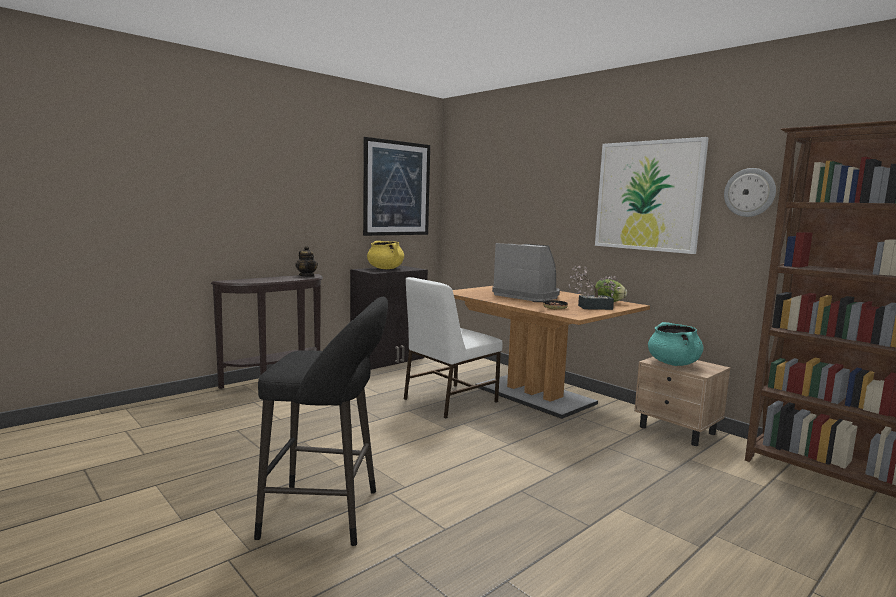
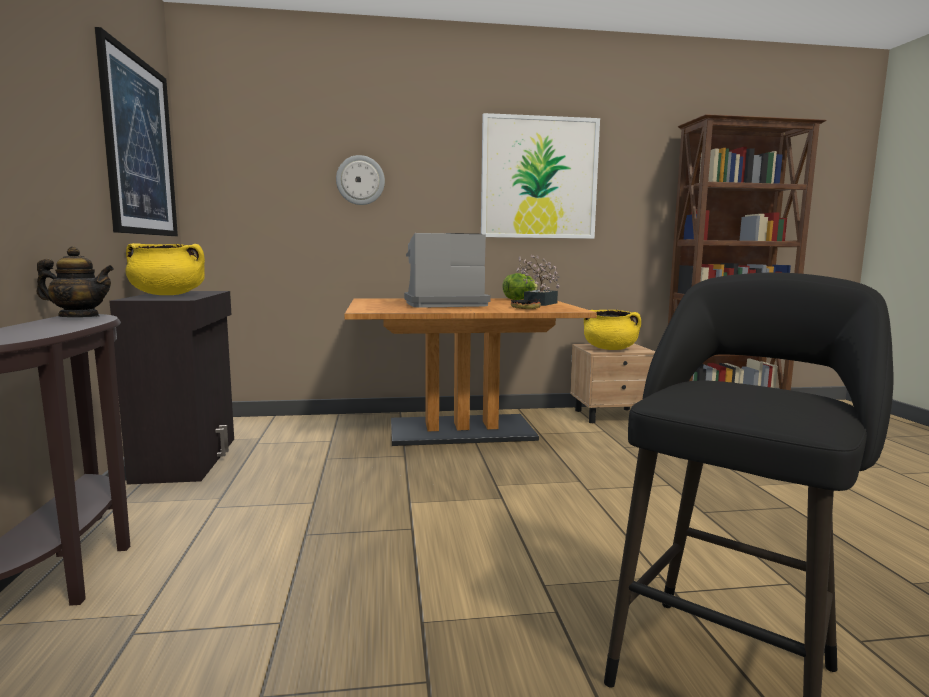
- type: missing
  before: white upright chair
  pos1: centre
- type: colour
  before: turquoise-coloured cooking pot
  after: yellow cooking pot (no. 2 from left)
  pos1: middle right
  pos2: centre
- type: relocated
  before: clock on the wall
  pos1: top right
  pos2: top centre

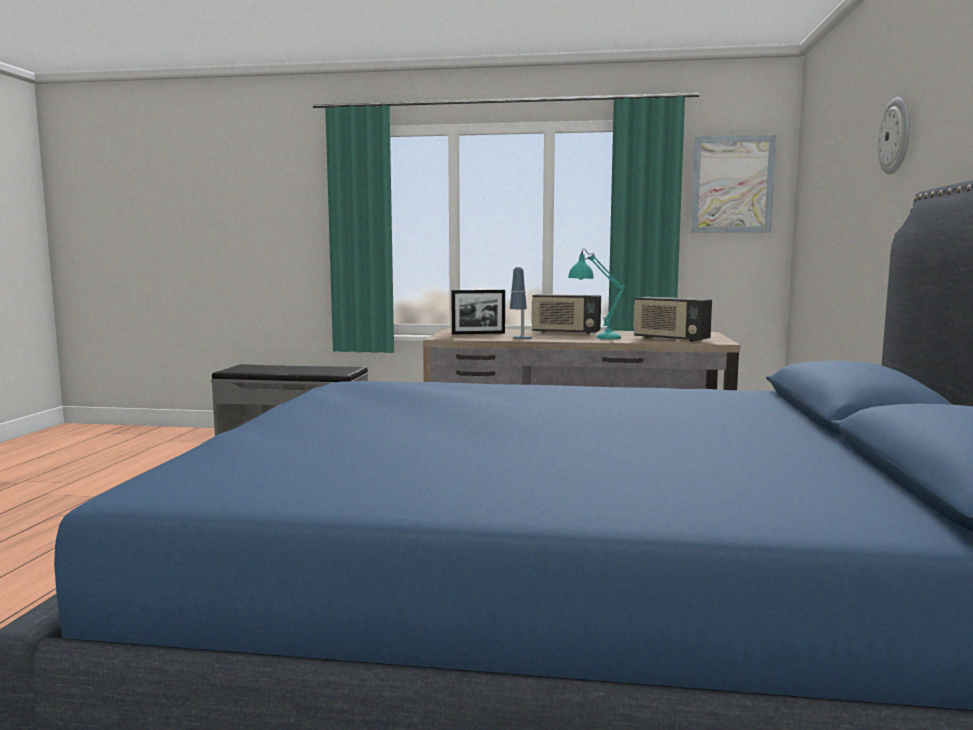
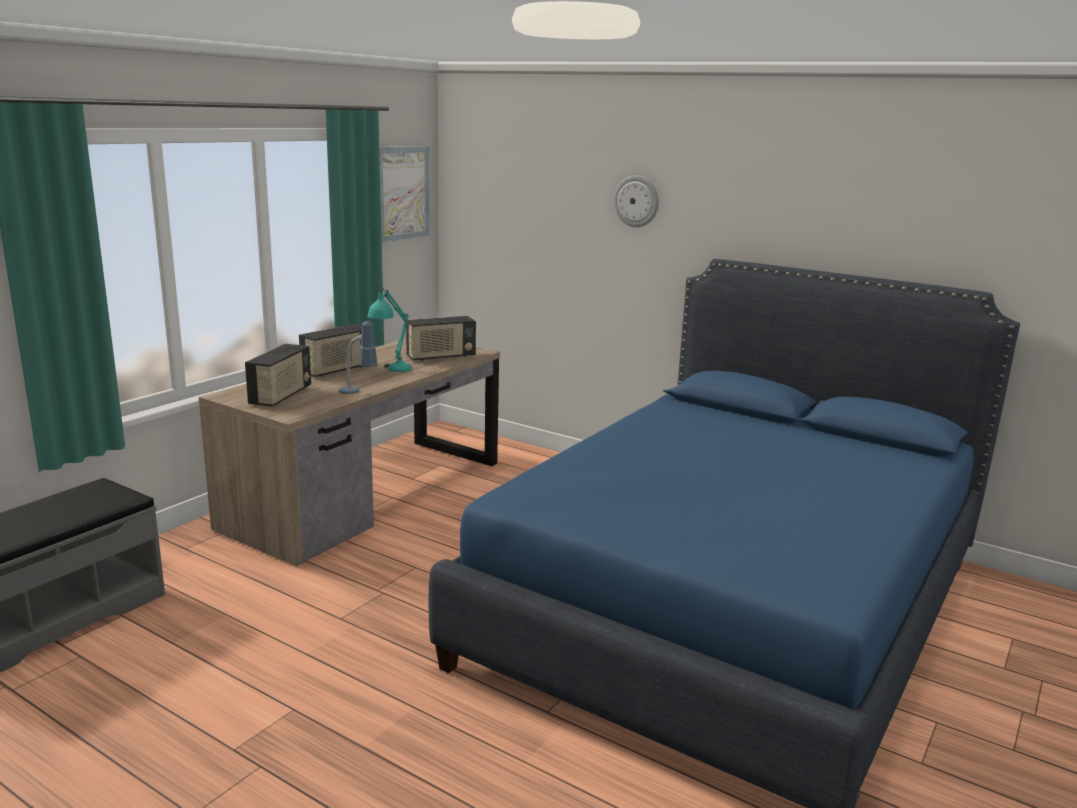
- type: exchanged
  before: standing frame
  after: radio receiver (no. 1 from left)
  pos1: centre
  pos2: middle left

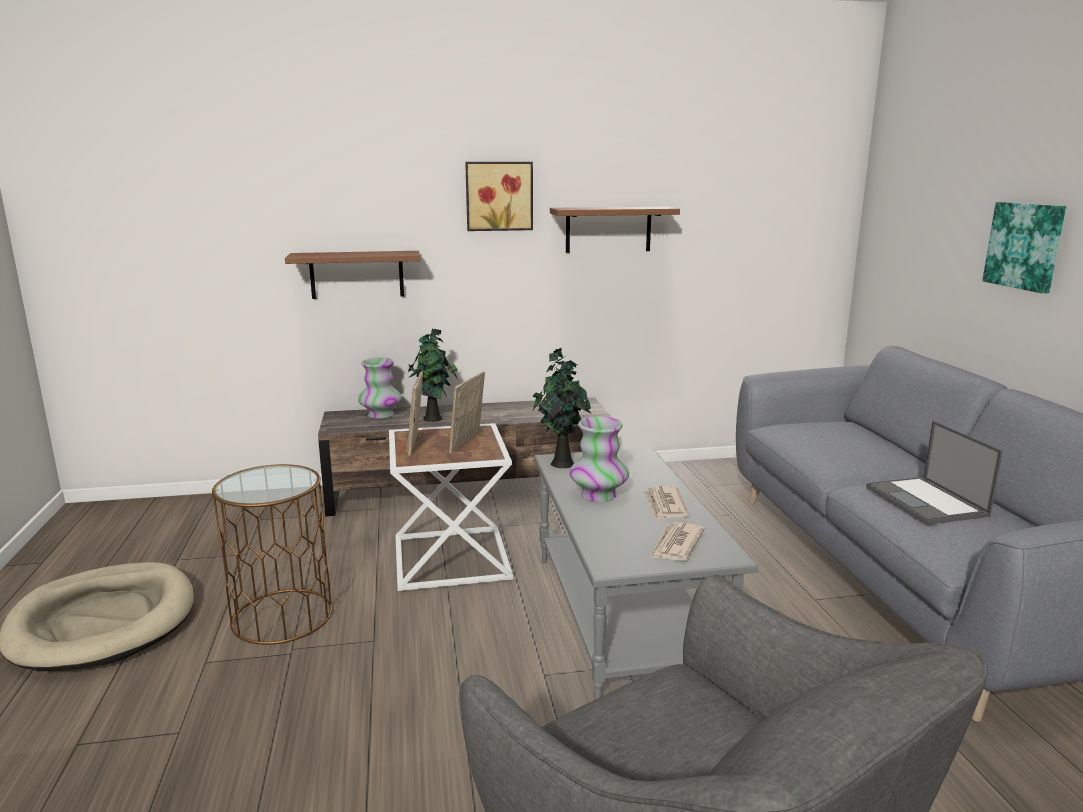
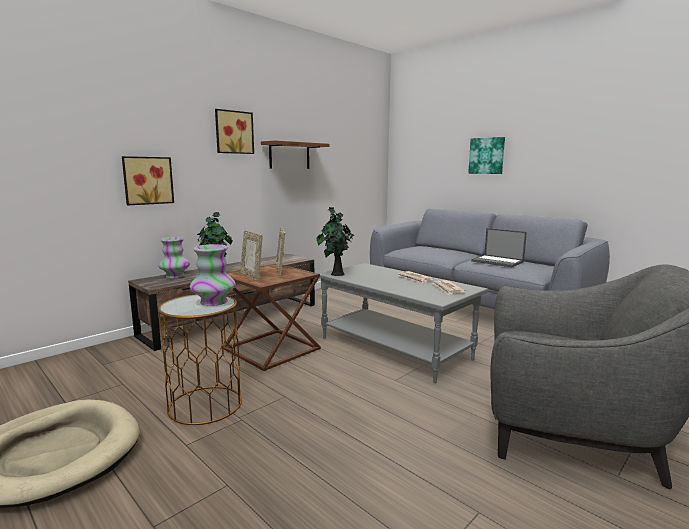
- type: exchanged
  before: brownish shelf (no. 1 from left)
  after: picture (no. 1 from left)
  pos1: middle left
  pos2: middle left
- type: colour
  before: white accent table
  after: brownish accent table (no. 2 from left)
  pos1: centre
  pos2: centre
- type: relocated
  before: flower vase (no. 2 from left)
  pos1: centre
  pos2: middle left

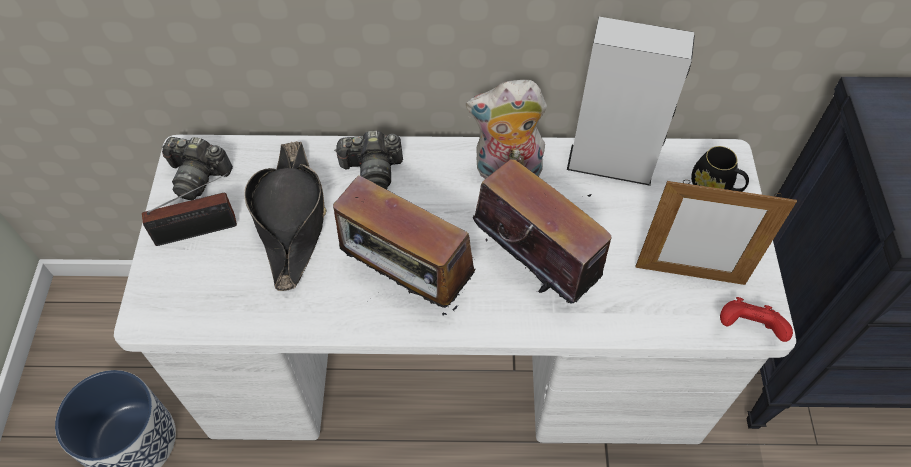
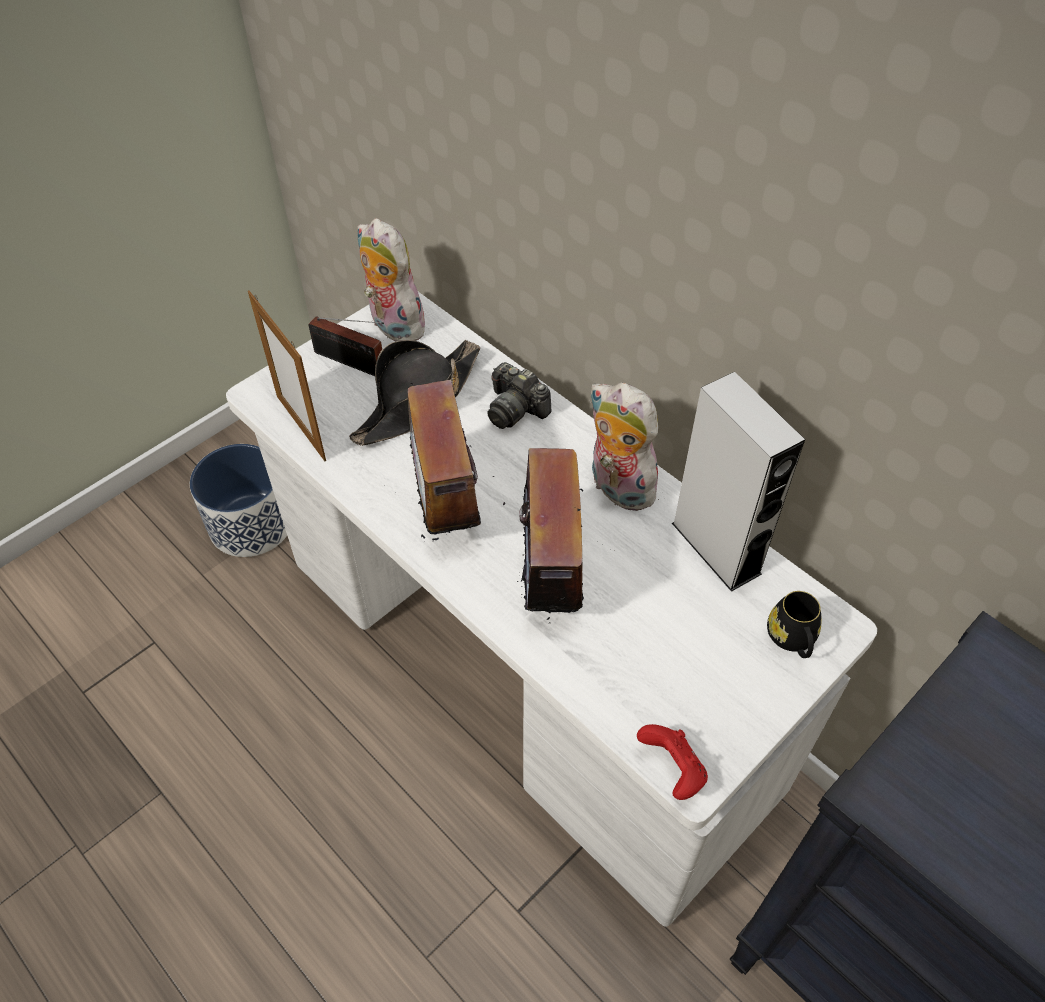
- type: exchanged
  before: still camera (no. 1 from left)
  after: plush toy (no. 1 from left)
  pos1: middle left
  pos2: top centre
- type: relocated
  before: standing frame
  pos1: middle right
  pos2: middle left

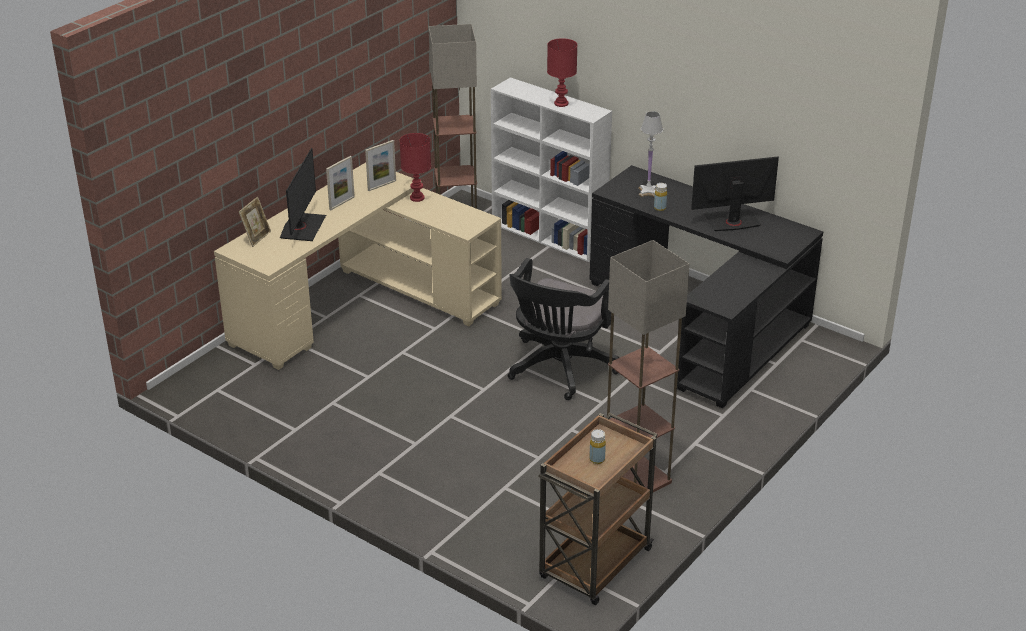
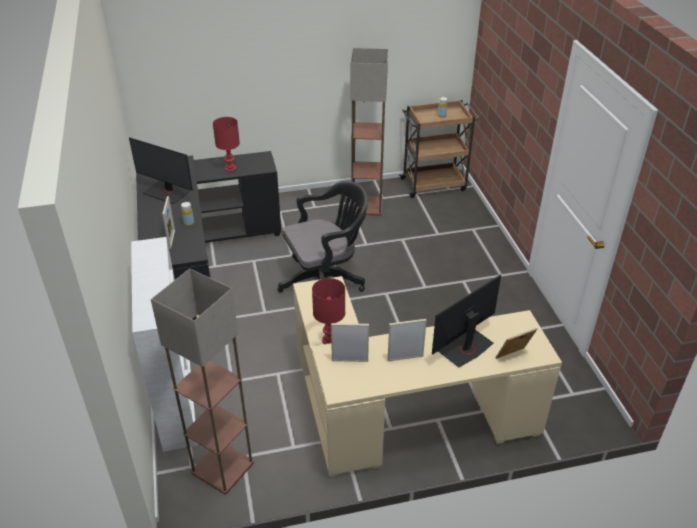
- type: relocated
  before: red tabletop lamp (no. 2 from left in the first image)
  after: red tabletop lamp (no. 1 from left)
  pos1: top centre
  pos2: top left
- type: exchanged
  before: white tabletop lamp
  after: standing frame (no. 1 from left)
  pos1: top centre
  pos2: middle left

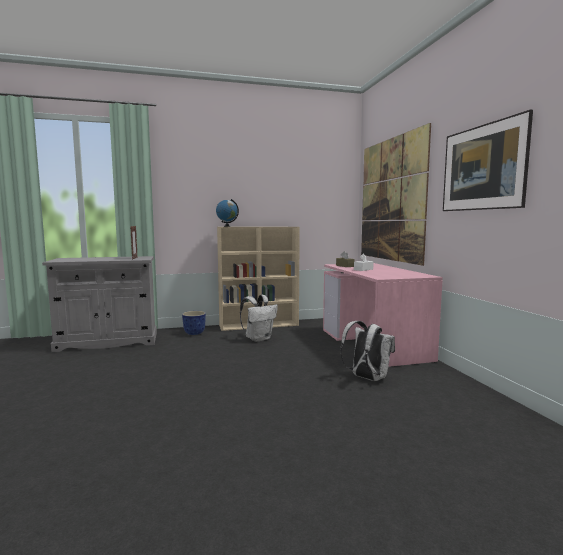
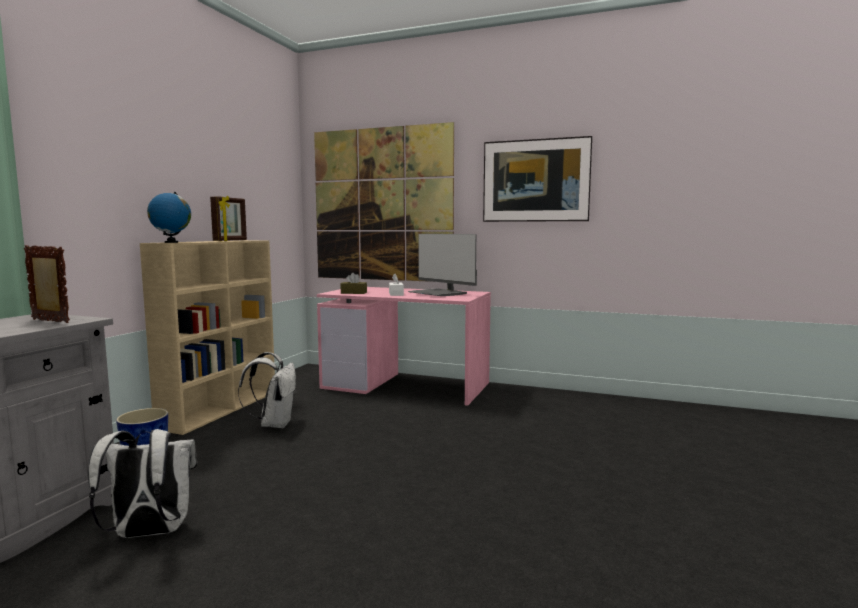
- type: relocated
  before: white backpack (no. 2 from left in the first image)
  after: white backpack (no. 1 from left)
  pos1: centre
  pos2: bottom left
- type: appeared
  after: standing frame (no. 2 from left)
  pos2: middle left
- type: appeared
  after: monitor
  pos2: centre

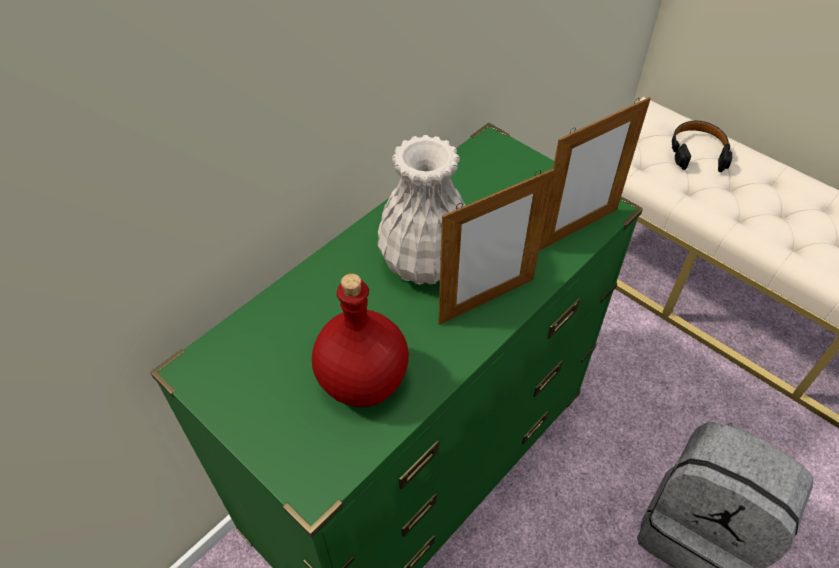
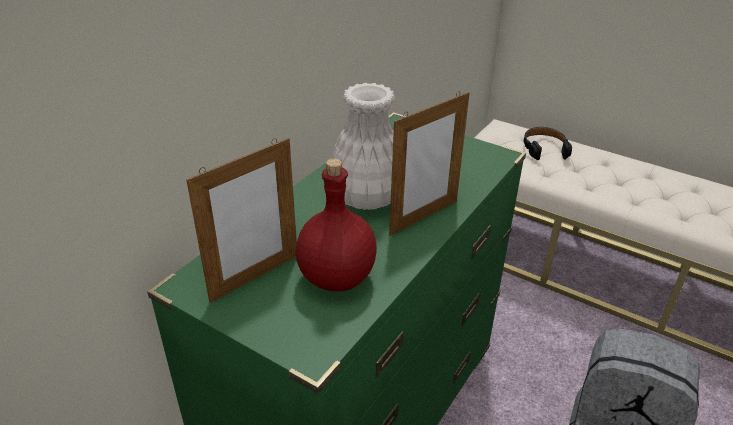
- type: relocated
  before: standing frame (no. 2 from left in the first image)
  after: standing frame (no. 1 from left)
  pos1: top right
  pos2: middle left

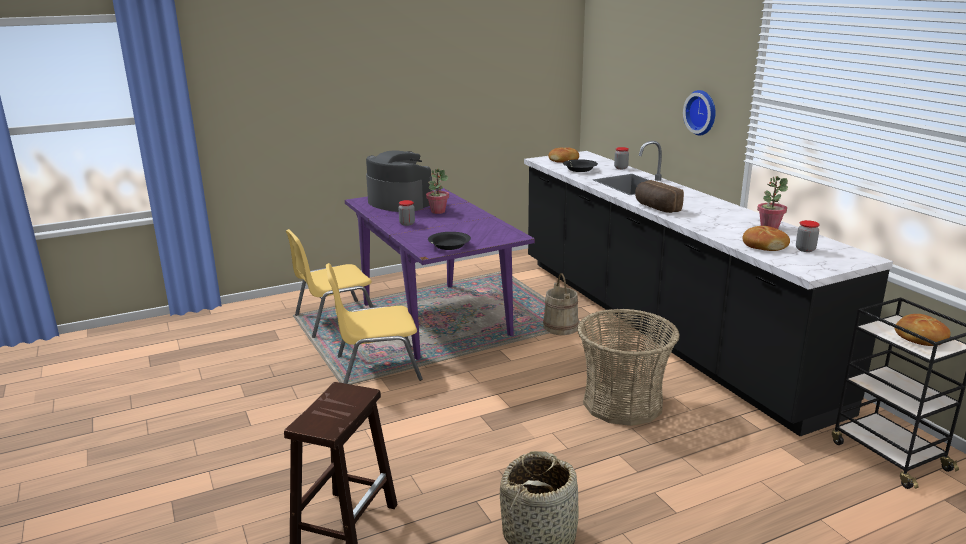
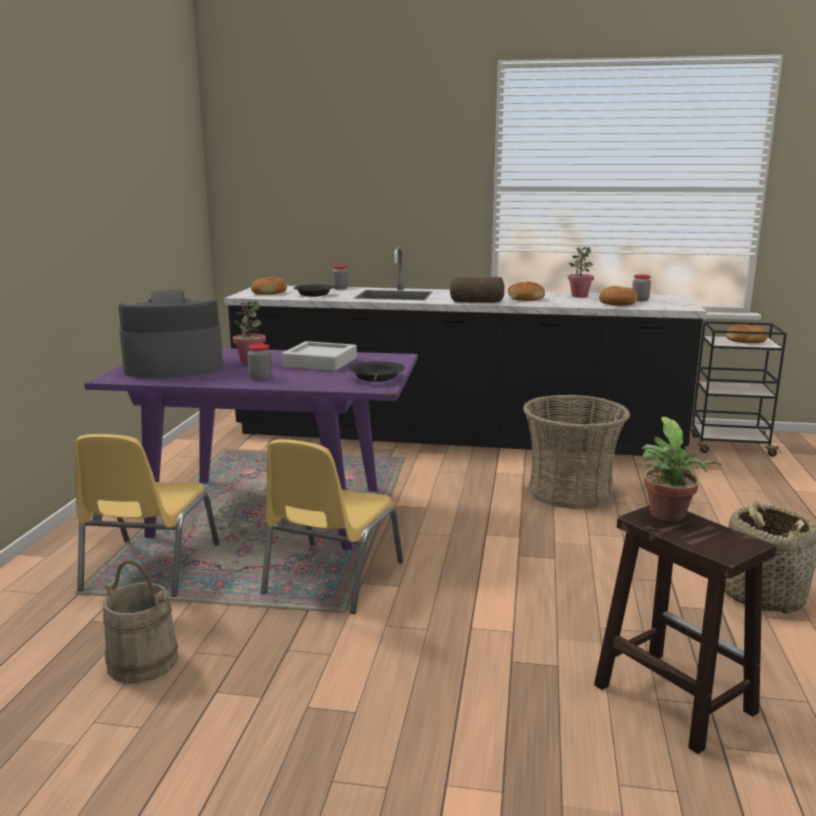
- type: relocated
  before: sand-coloured pail
  pos1: centre
  pos2: bottom left
- type: missing
  before: clock on the wall
  pos1: top right
- type: appeared
  after: grey carrying tray
  pos2: centre
- type: appeared
  after: baked bread (no. 3 from left)
  pos2: centre
- type: appeared
  after: plant in a pot (no. 3 from left)
  pos2: middle right

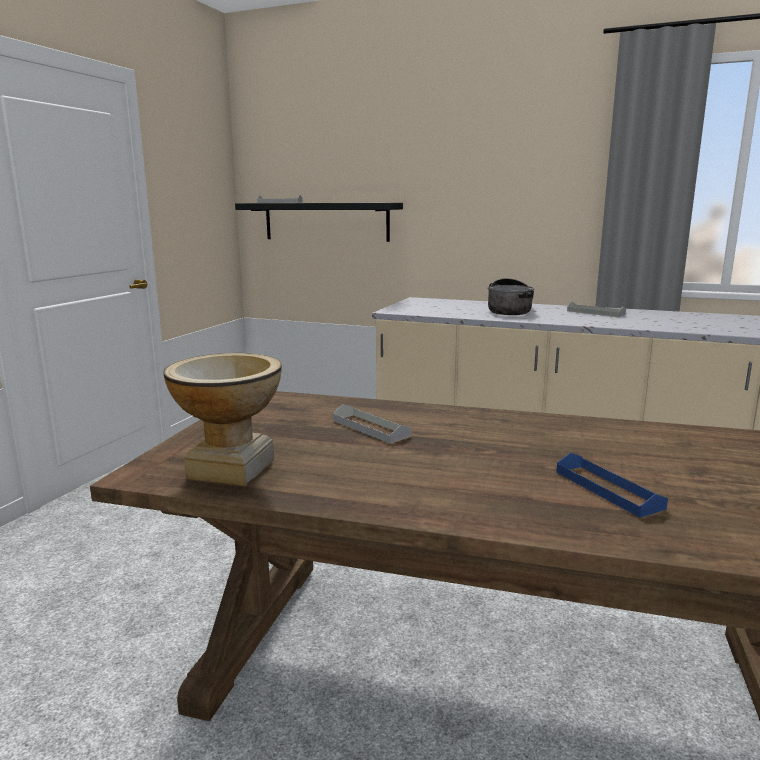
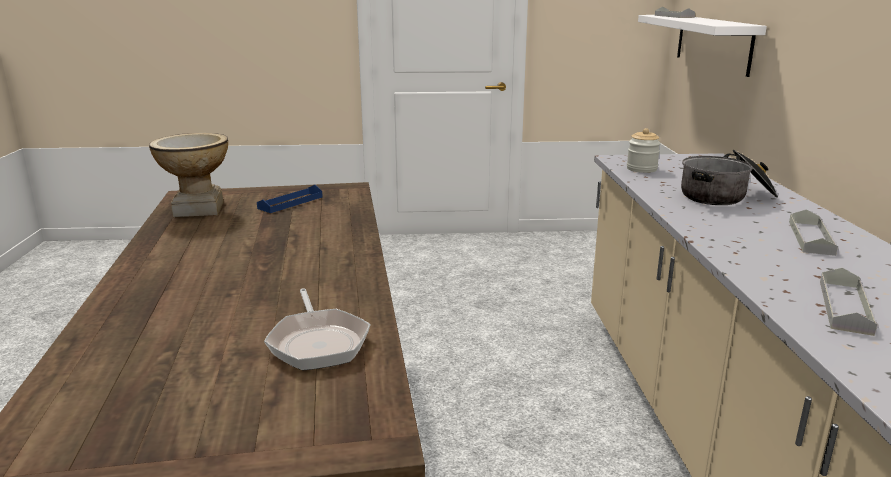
- type: colour
  before: black-coloured shelf
  after: white shelf
  pos1: top centre
  pos2: top right
- type: relocated
  before: grey carrying tray (no. 2 from left in the first image)
  after: grey carrying tray (no. 3 from left)
  pos1: centre
  pos2: middle right
- type: relocated
  before: blue carrying tray
  pos1: middle right
  pos2: middle left
- type: appeared
  after: skillet
  pos2: bottom centre
- type: appeared
  after: storage jar
  pos2: top right

